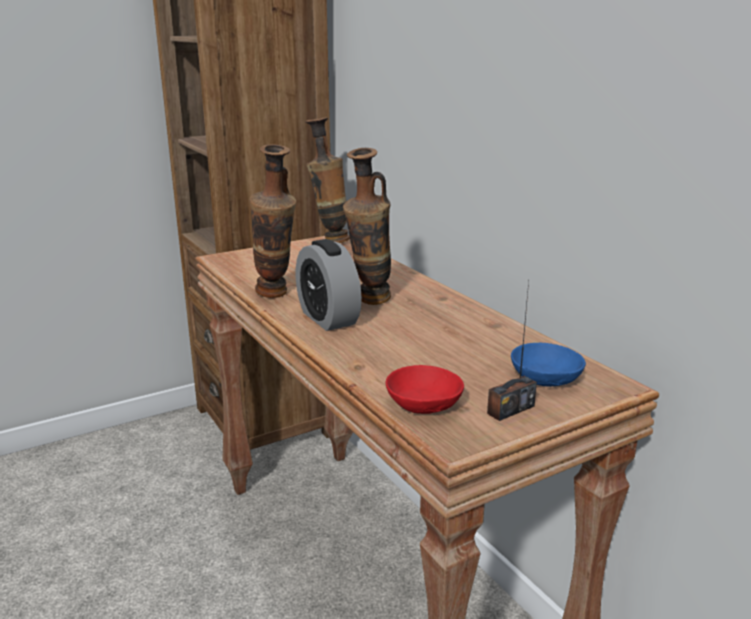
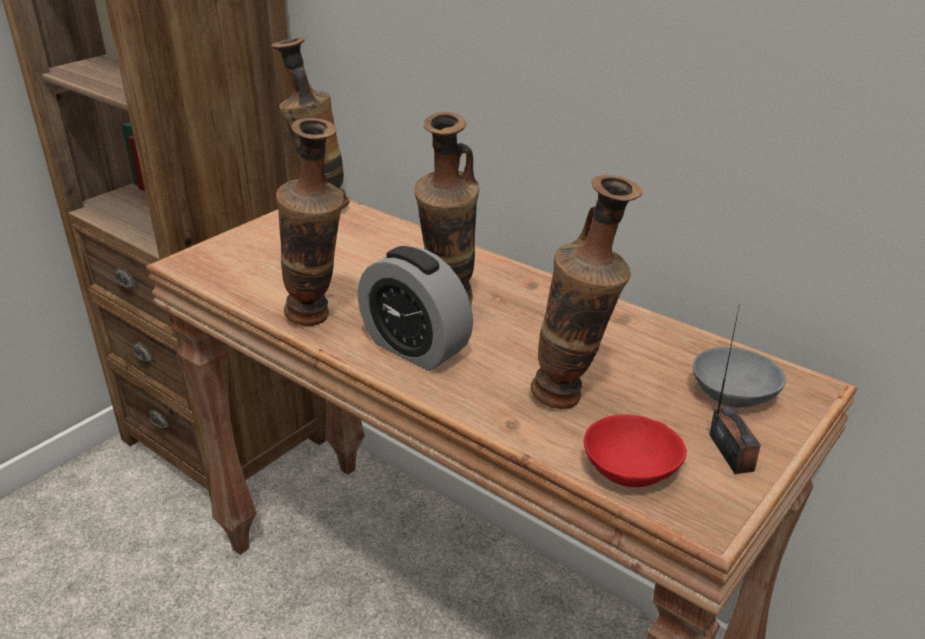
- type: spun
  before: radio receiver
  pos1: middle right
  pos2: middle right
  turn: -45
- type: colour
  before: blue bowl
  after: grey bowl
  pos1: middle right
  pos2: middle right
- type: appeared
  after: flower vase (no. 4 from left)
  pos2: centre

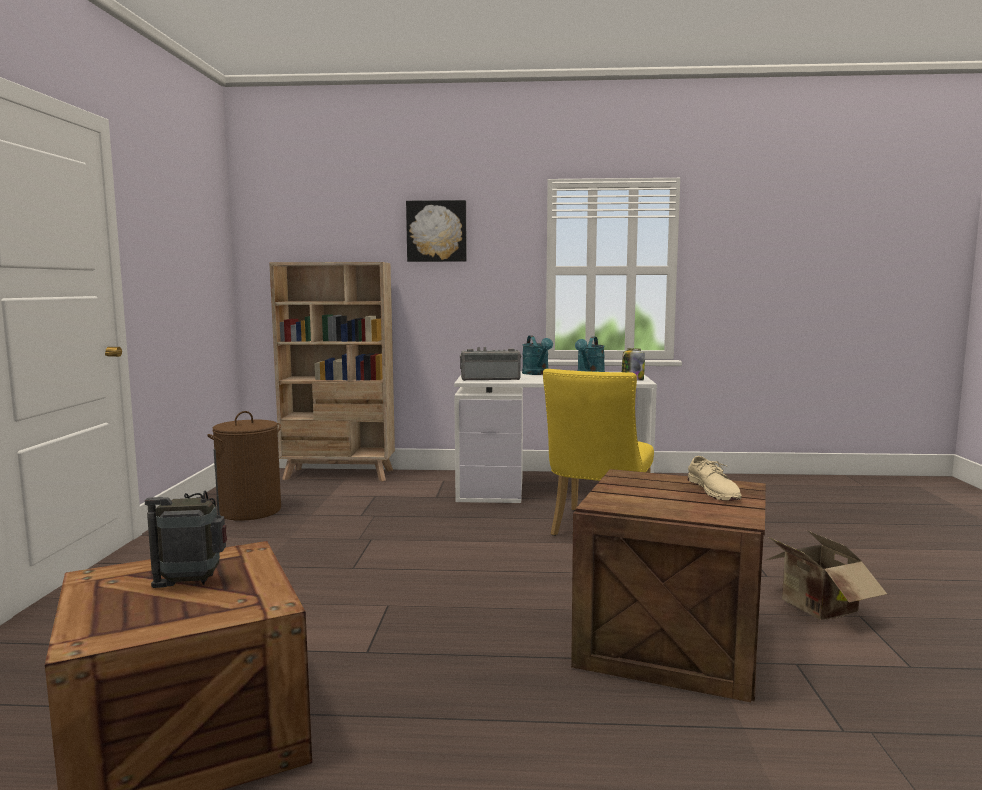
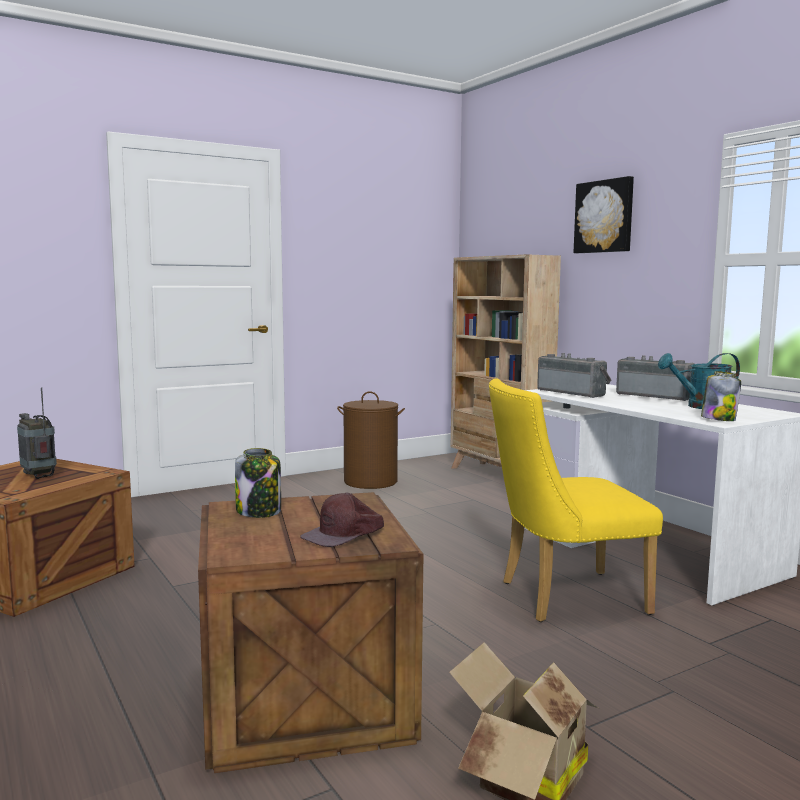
- type: exchanged
  before: turquoise-coloured watering pot (no. 1 from left)
  after: radio receiver (no. 3 from left)
  pos1: centre
  pos2: middle right
- type: exchanged
  before: sand-coloured shoe
  after: brownish baseball cap
  pos1: middle right
  pos2: centre
- type: appeared
  after: storage jar (no. 1 from left)
  pos2: middle left

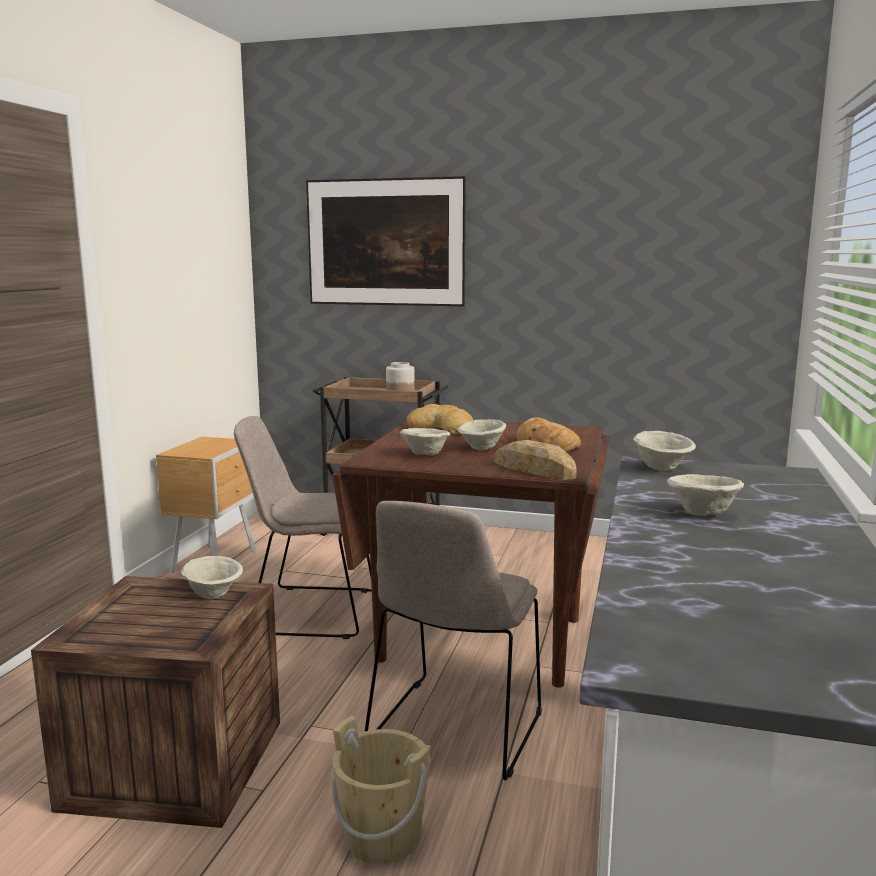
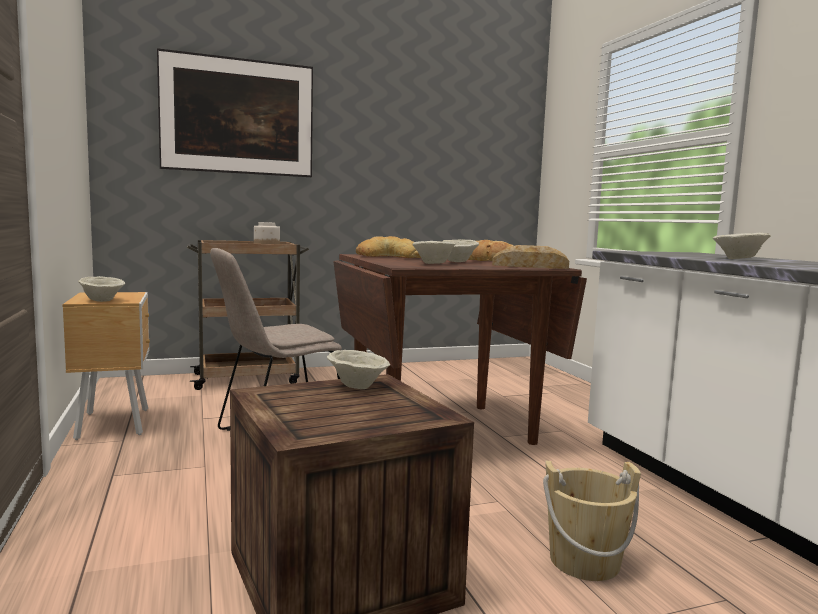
- type: missing
  before: sand-coloured upright chair (no. 2 from left)
  pos1: bottom centre
- type: relocated
  before: sand-coloured bowl (no. 4 from left in the first image)
  after: sand-coloured bowl (no. 1 from left)
  pos1: middle right
  pos2: middle left

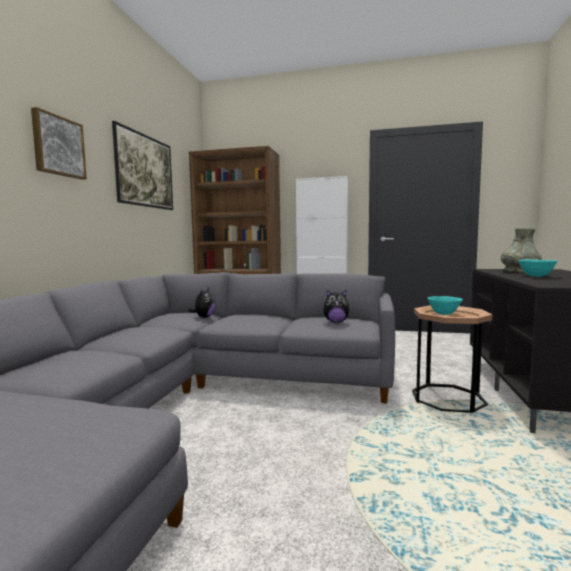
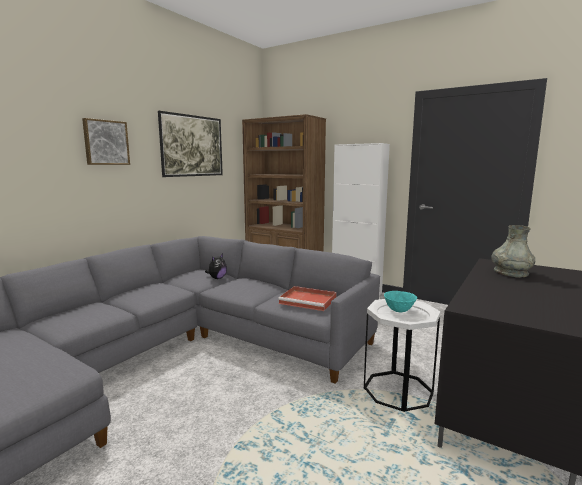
- type: exchanged
  before: plush toy (no. 2 from left)
  after: red carrying tray
  pos1: centre
  pos2: centre
- type: colour
  before: brownish accent table
  after: white accent table
  pos1: middle right
  pos2: bottom right
- type: missing
  before: turquoise-coloured bowl (no. 2 from left)
  pos1: middle right

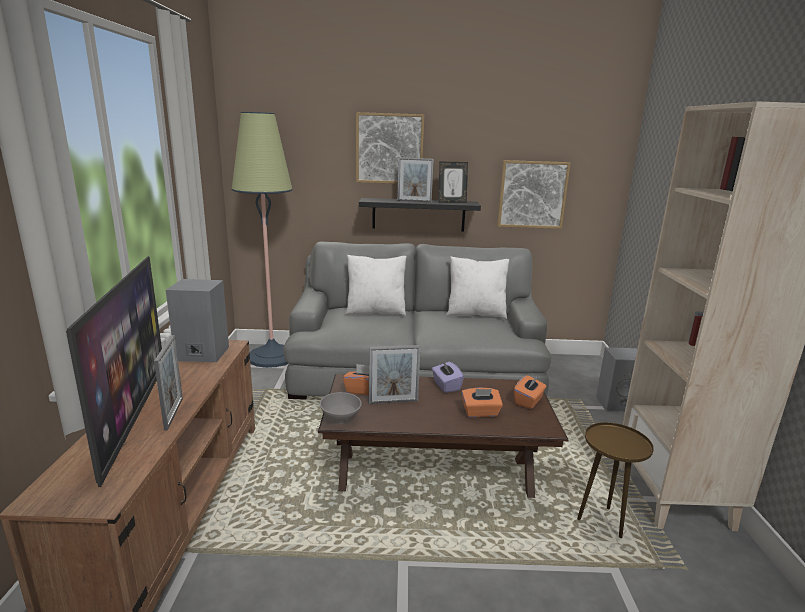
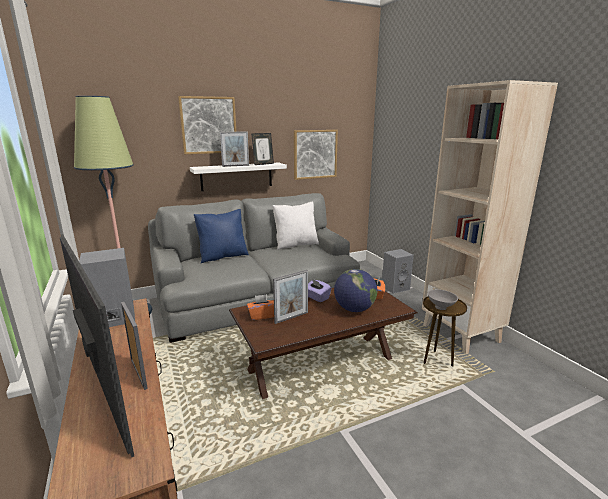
- type: relocated
  before: grey bowl
  pos1: bottom centre
  pos2: middle right
- type: colour
  before: white cushion (no. 1 from left)
  after: blue cushion
  pos1: centre
  pos2: centre
- type: colour
  before: black-coloured shelf
  after: white shelf
  pos1: centre
  pos2: centre
- type: exchanged
  before: orange-coloured tissue box (no. 2 from left)
  after: globe
  pos1: centre
  pos2: centre

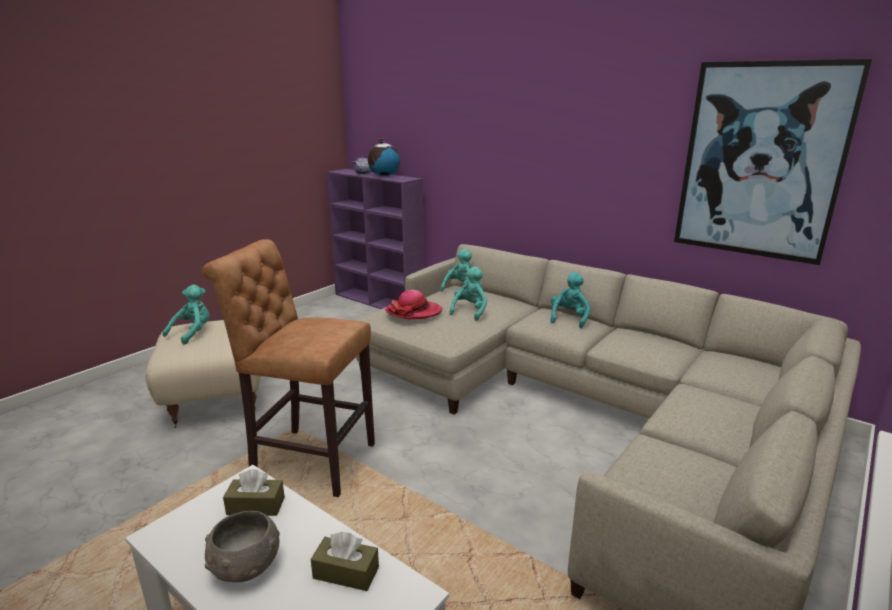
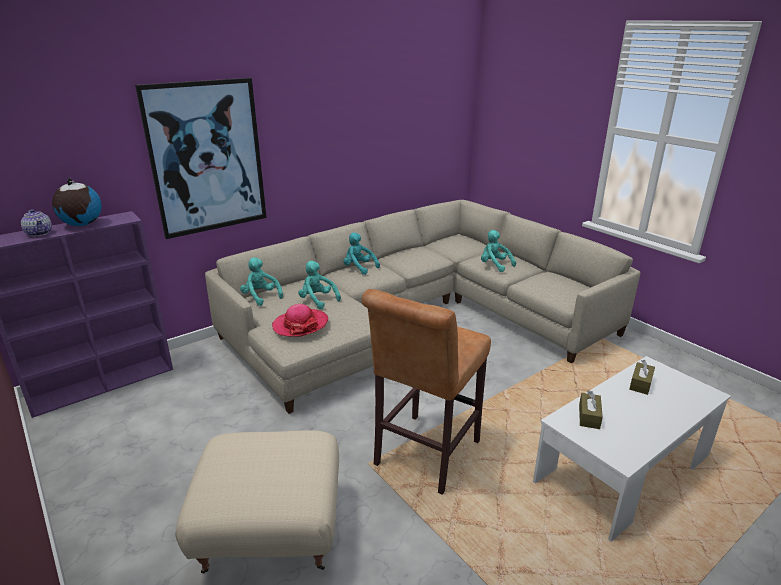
- type: relocated
  before: turquoise-coloured plush toy (no. 1 from left in the first image)
  after: turquoise-coloured plush toy (no. 4 from left)
  pos1: middle left
  pos2: centre
- type: missing
  before: grey bowl
  pos1: bottom left
- type: relocated
  before: picture
  pos1: top right
  pos2: top left

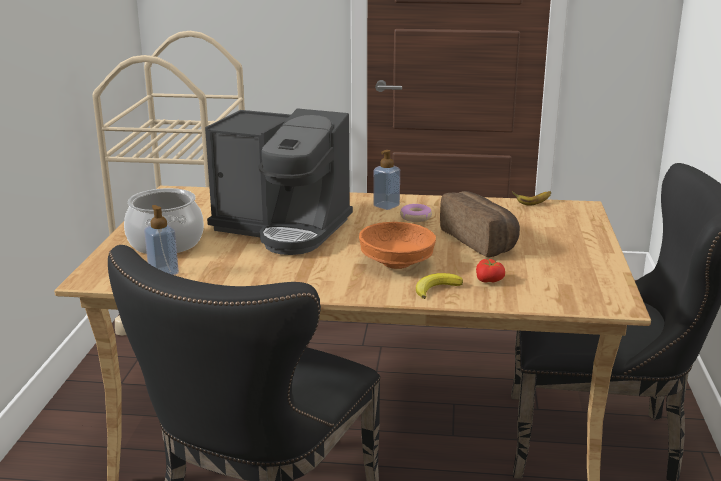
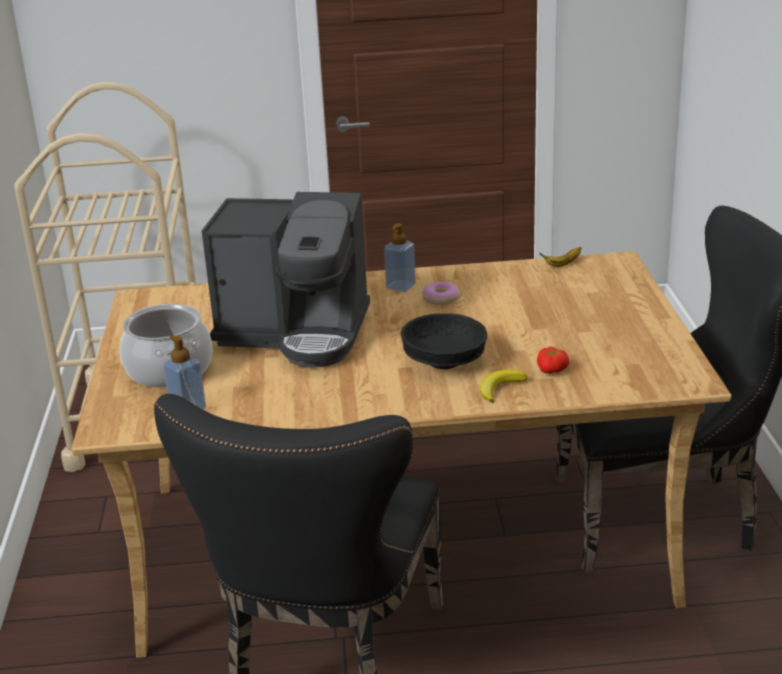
- type: colour
  before: orange-coloured bowl
  after: black-coloured bowl
  pos1: centre
  pos2: centre
- type: missing
  before: baked bread
  pos1: centre

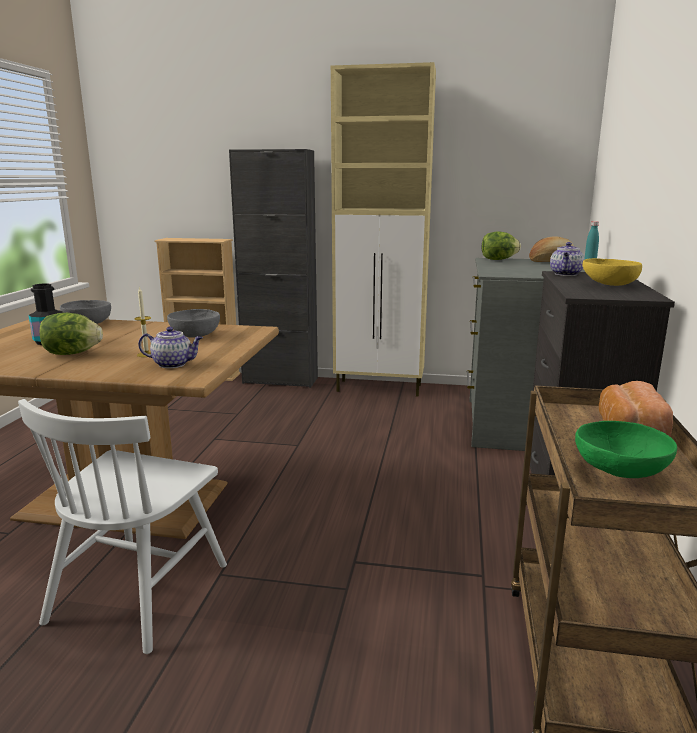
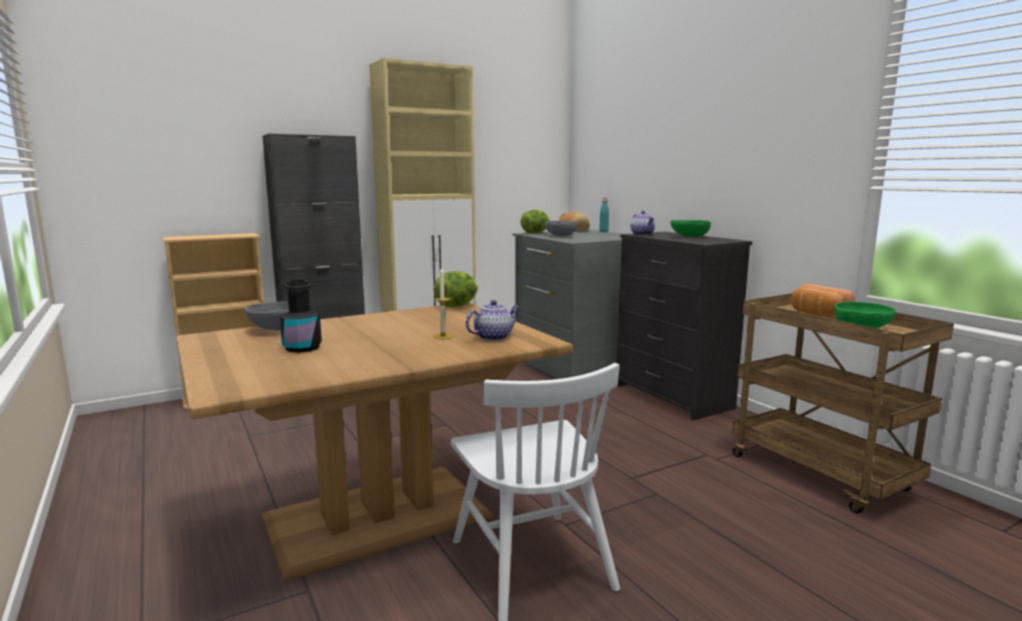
- type: relocated
  before: head of lettuce (no. 1 from left)
  pos1: middle left
  pos2: centre
- type: relocated
  before: grey bowl (no. 2 from left)
  pos1: middle left
  pos2: centre
- type: colour
  before: yellow bowl
  after: green-coloured bowl (no. 1 from left)
  pos1: middle right
  pos2: middle right

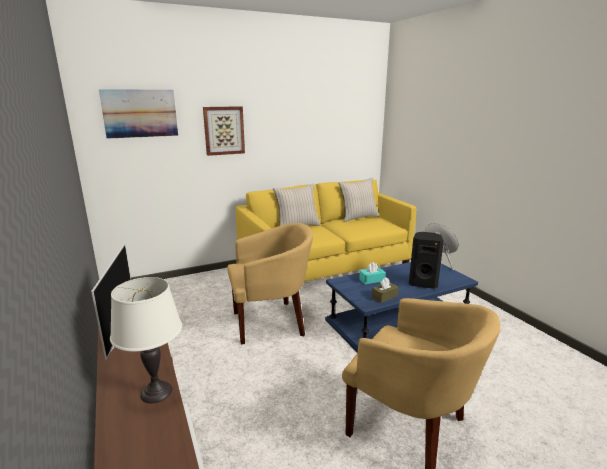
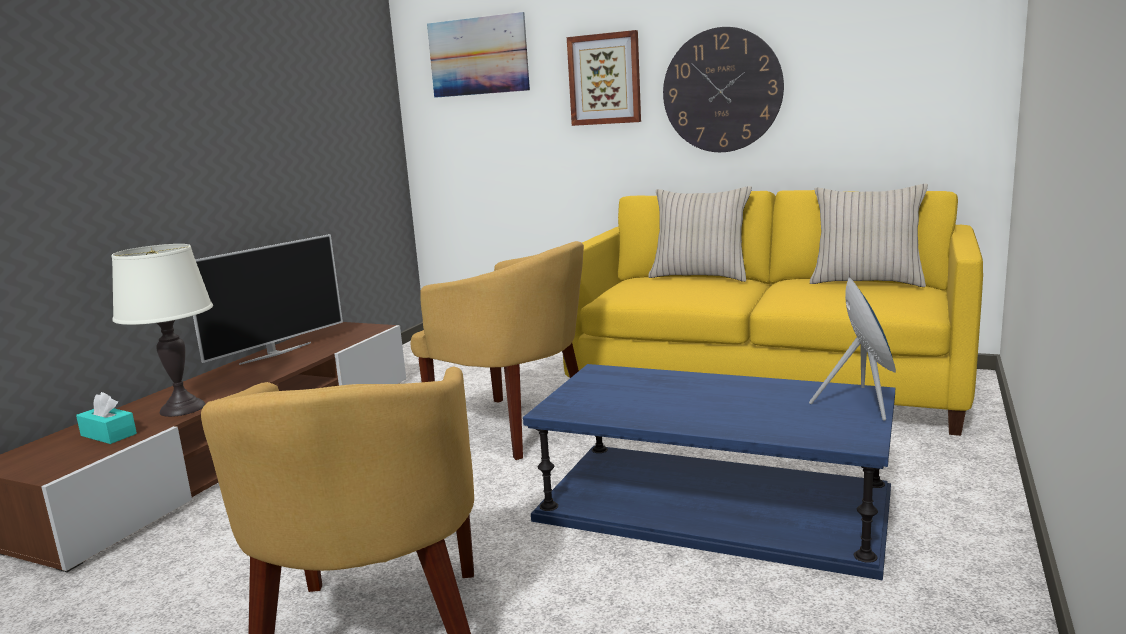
- type: relocated
  before: turquoise-coloured tissue box
  pos1: centre
  pos2: middle left
- type: missing
  before: brownish tissue box
  pos1: centre
- type: missing
  before: black-coloured speaker
  pos1: middle right
- type: appeared
  after: clock on the wall
  pos2: top centre

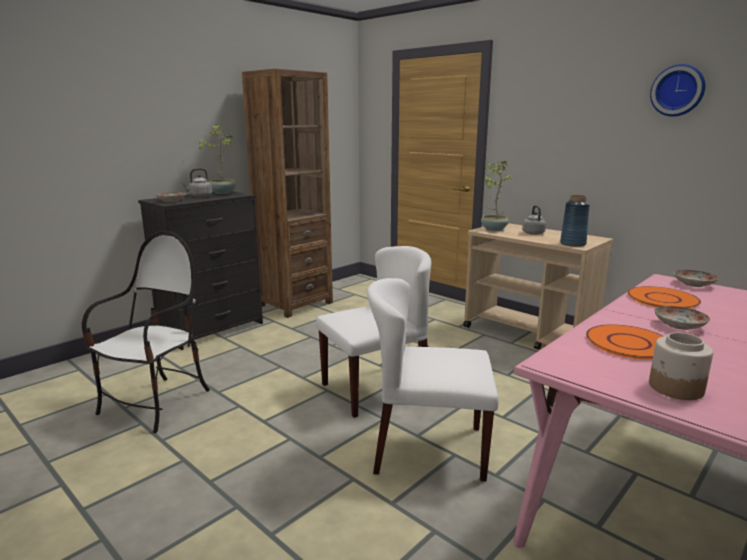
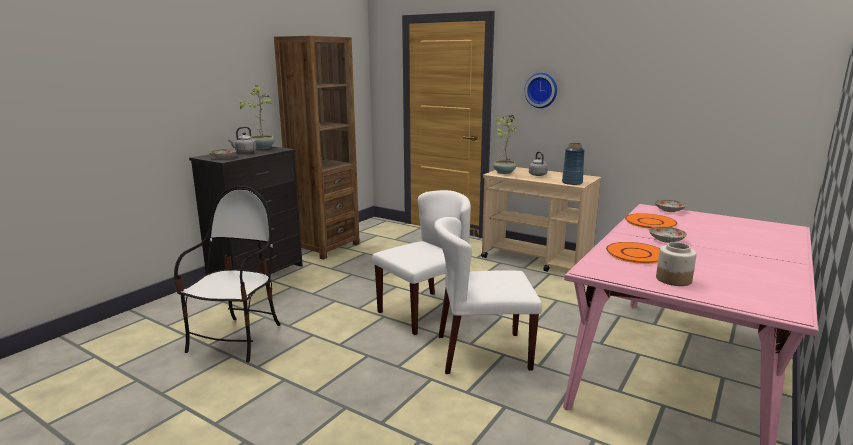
- type: relocated
  before: clock on the wall
  pos1: top right
  pos2: top centre

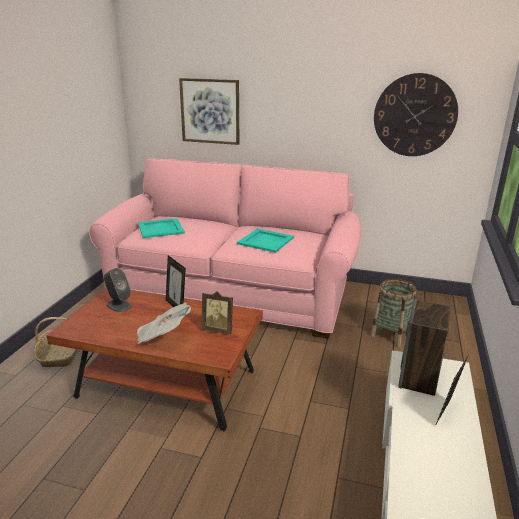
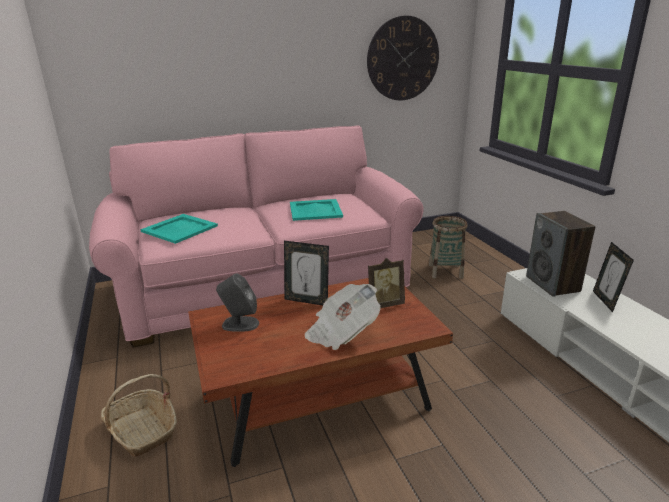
- type: missing
  before: picture
  pos1: top centre

